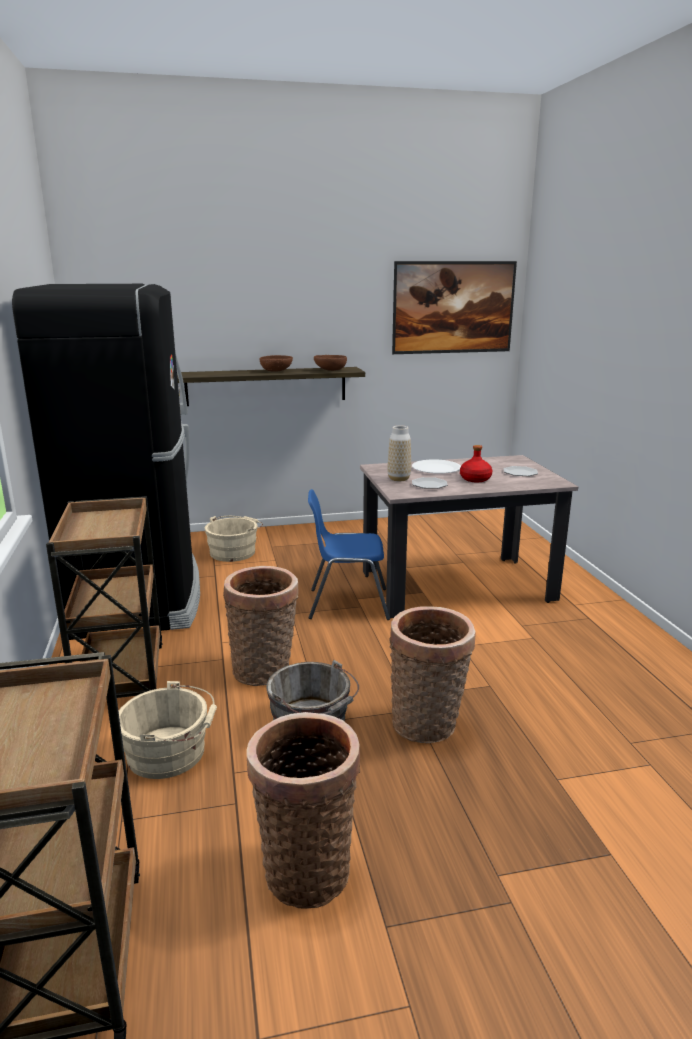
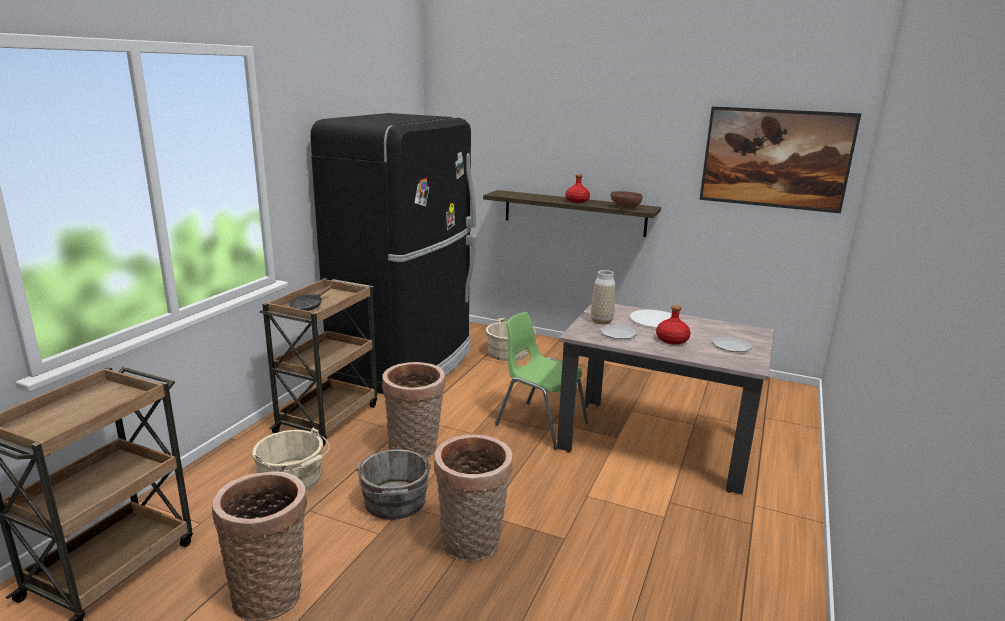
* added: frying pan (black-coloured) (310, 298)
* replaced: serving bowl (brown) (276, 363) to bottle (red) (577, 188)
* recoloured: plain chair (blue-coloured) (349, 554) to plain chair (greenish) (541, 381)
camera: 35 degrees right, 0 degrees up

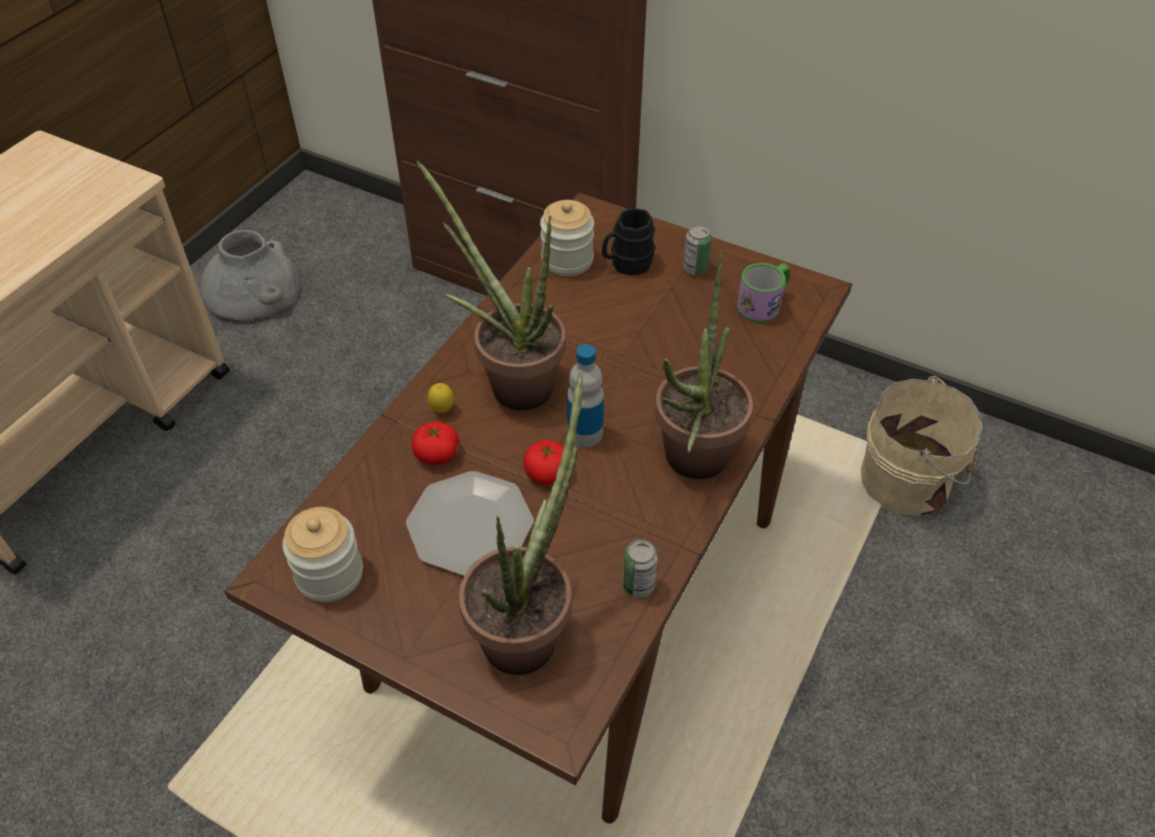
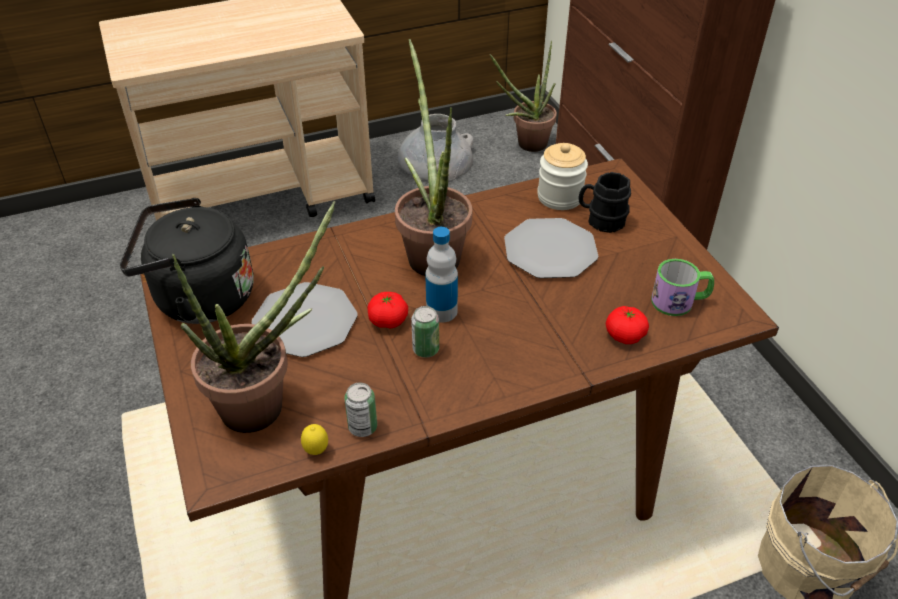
* added: flat dish (551, 248)
* moved: whole tomato (435, 443) to (627, 325)
* moved: whole lemon (441, 398) to (314, 439)
* moved: houseplant (704, 365) to (523, 96)
* moved: sealed can (697, 250) to (425, 332)
* replaced: jar (322, 554) to water kettle (black-coloured) (187, 261)
camera: 40 degrees right, 5 degrees down

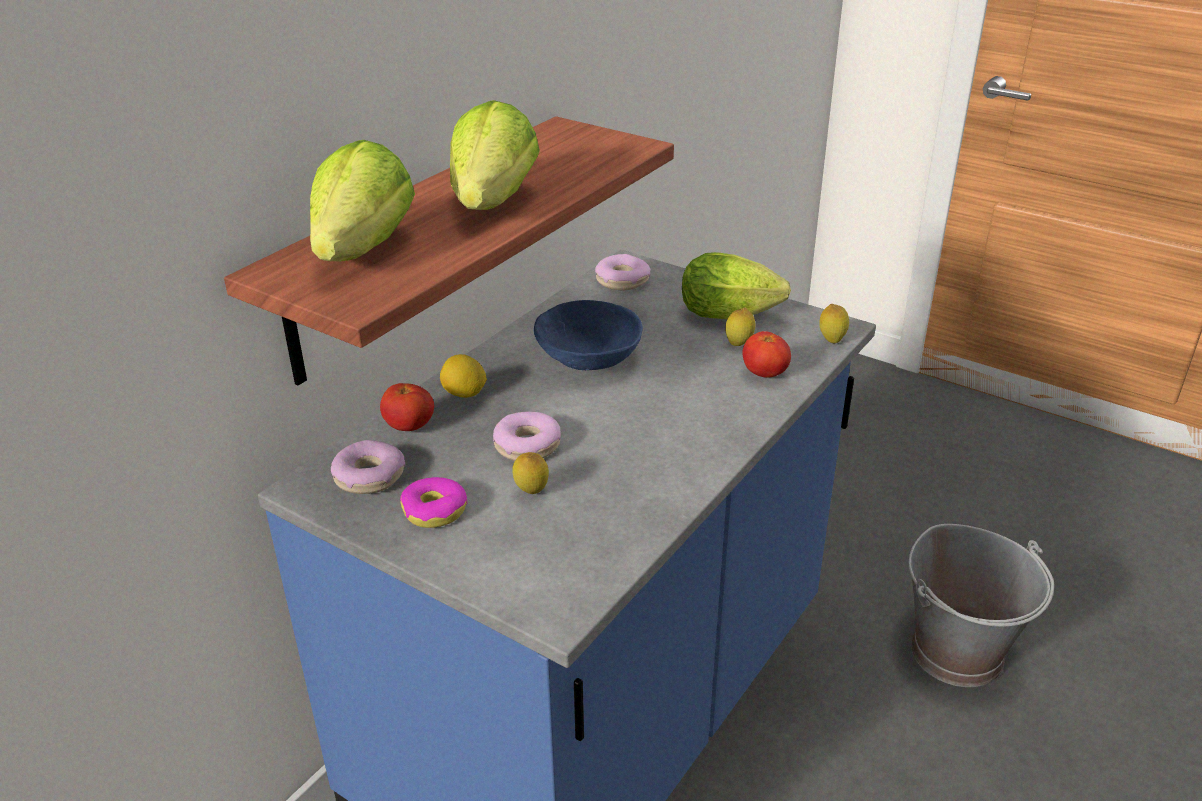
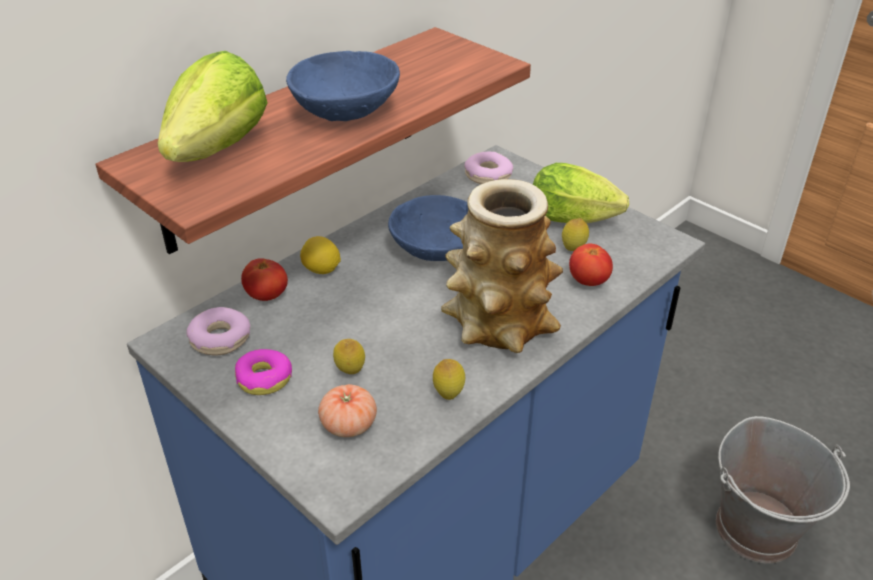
* removed: doughnut (527, 436)
* added: whole tomato (347, 410)
* added: decorative vase (502, 266)
* moved: whole lemon (834, 323) to (449, 379)
* replaced: lettuce head (495, 155) to serving bowl (blue-coloured) (343, 86)
camera: 10 degrees right, 5 degrees up

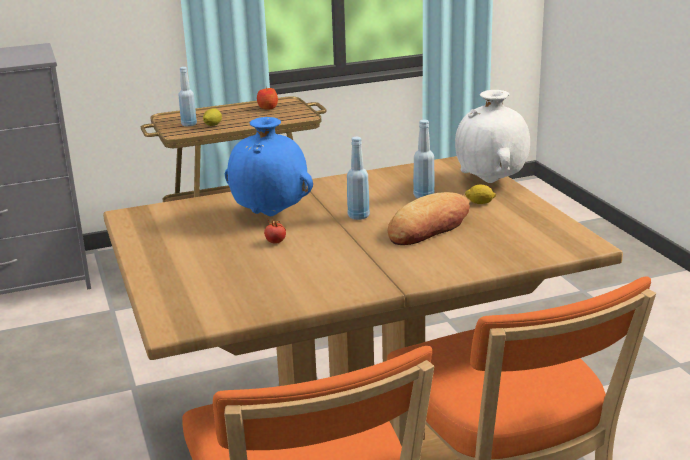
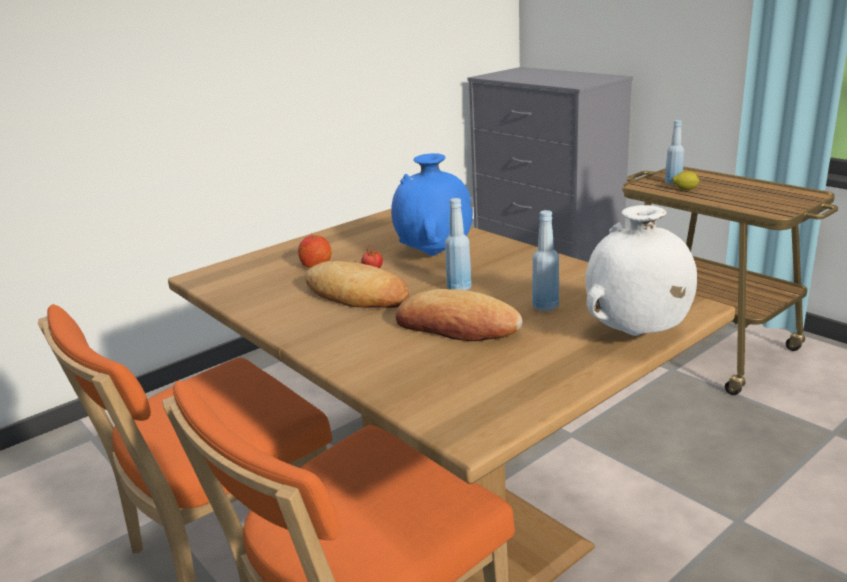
* removed: whole lemon (480, 194)
* added: bakery bread (357, 284)
* moved: apple (267, 99) to (315, 251)
camera: 70 degrees right, 0 degrees up

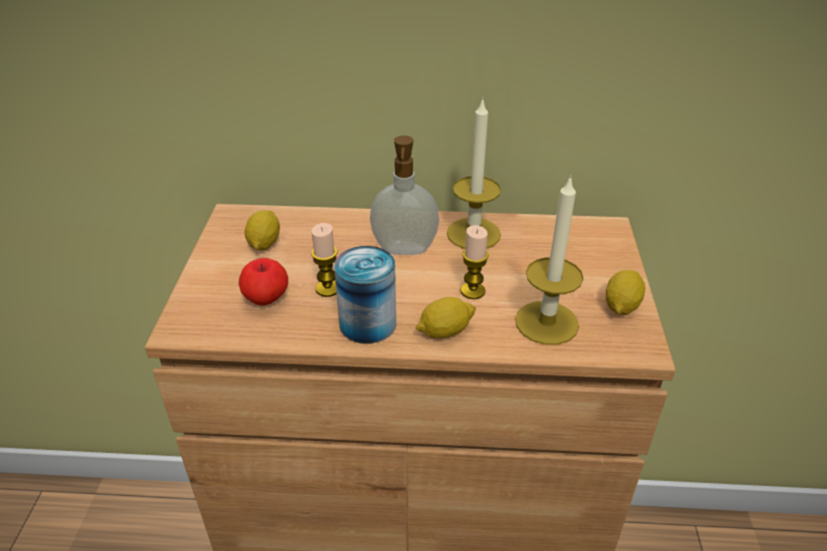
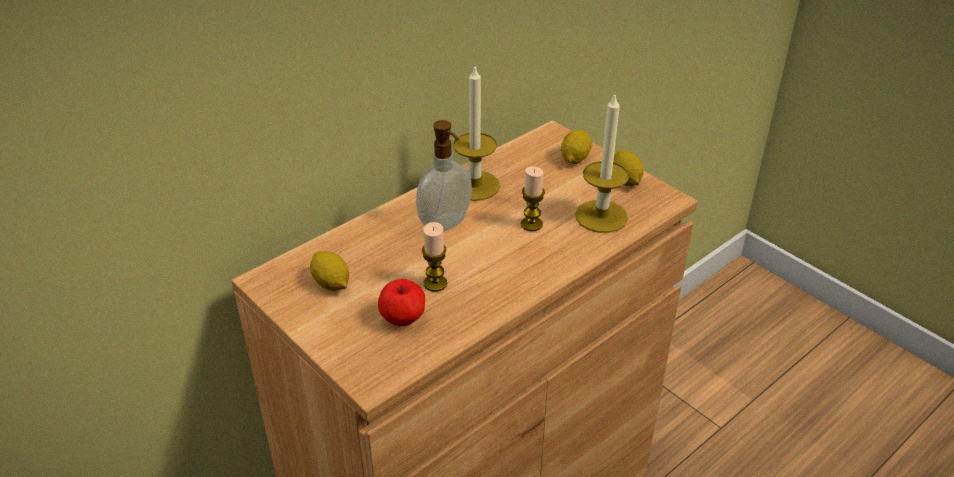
* removed: sealed can (365, 295)
* moved: whole lemon (446, 317) to (576, 147)
camera: 45 degrees left, 0 degrees up

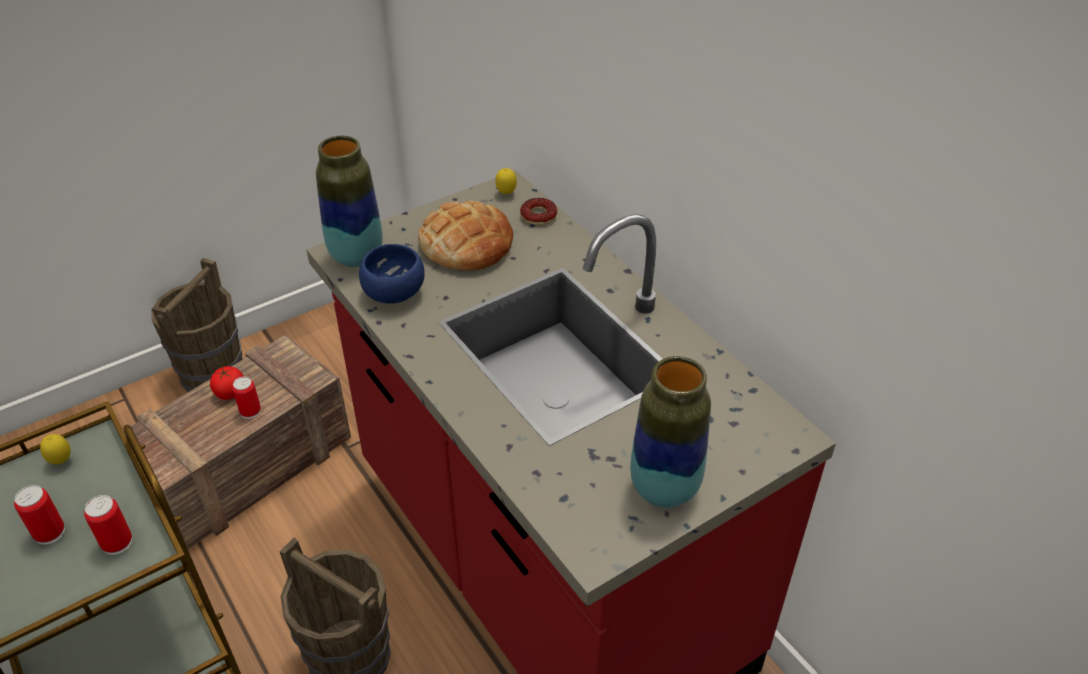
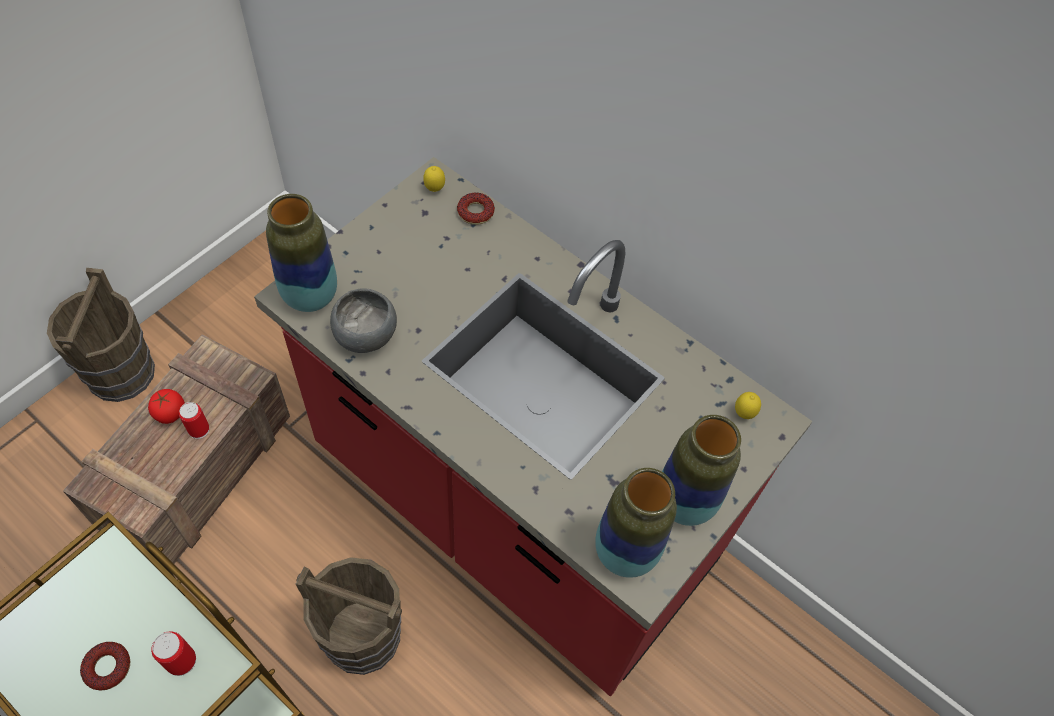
* removed: bakery bread (465, 236)
* added: decorative vase (636, 523)
* moved: whole lemon (55, 449) to (748, 405)
* replaced: sealed can (39, 515) to doughnut (105, 666)
* recoloured: serving bowl (blue-coloured) (392, 274) to serving bowl (gray) (363, 321)
camera: 20 degrees left, 15 degrees up

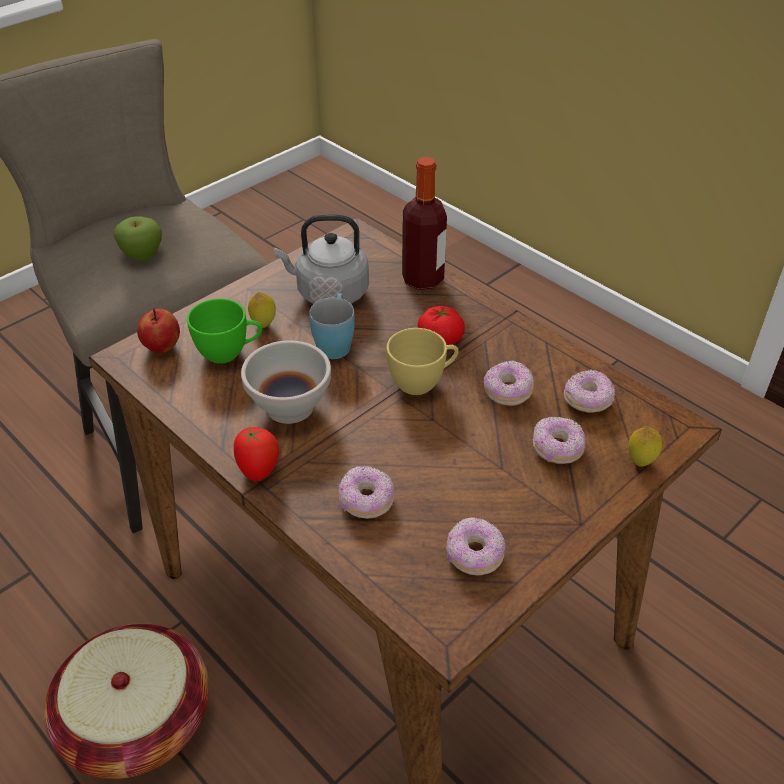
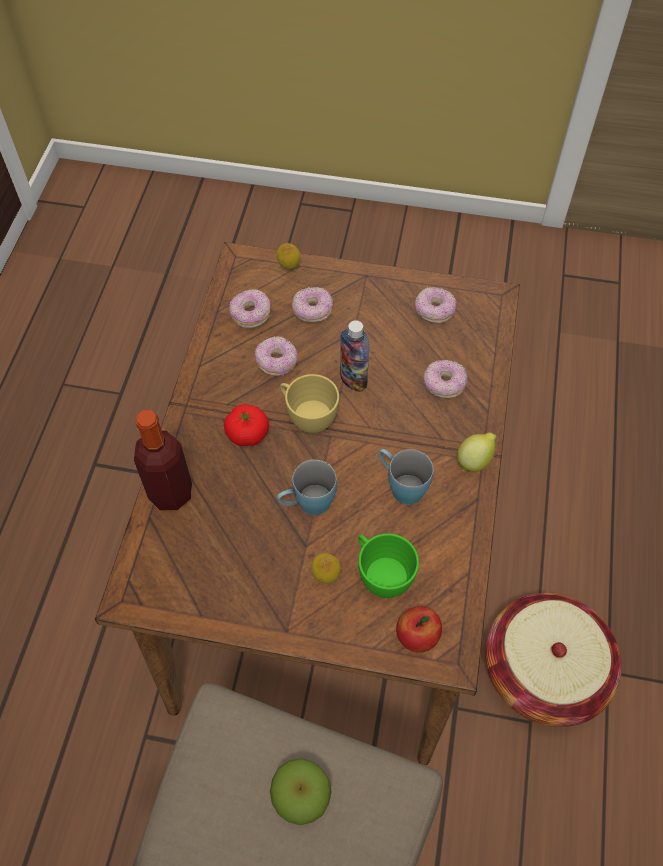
* removed: water kettle (gray) (321, 259)
* added: bottle (354, 356)
* replaced: whole tomato (256, 453) to whole lemon (477, 452)
* replaced: serving bowl (white) (286, 382) to coffee mug (blue-coloured) (406, 477)
camera: 125 degrees left, 15 degrees up

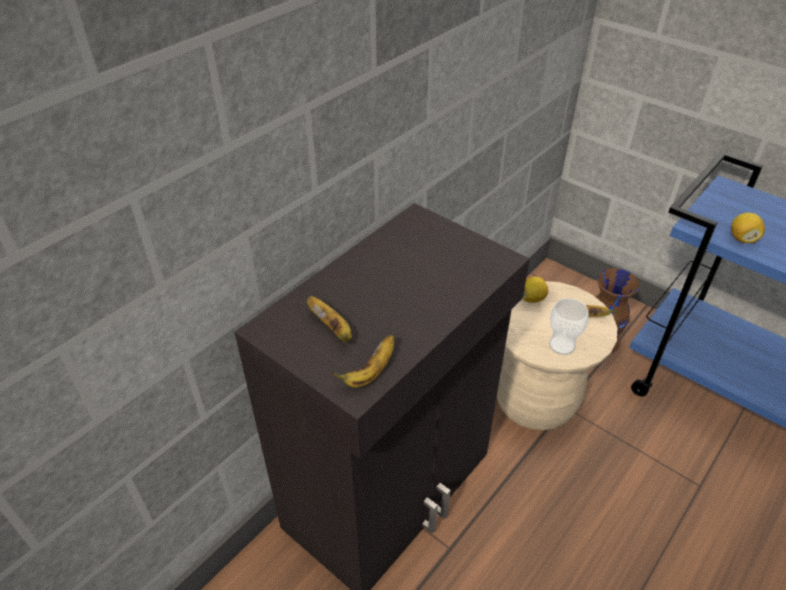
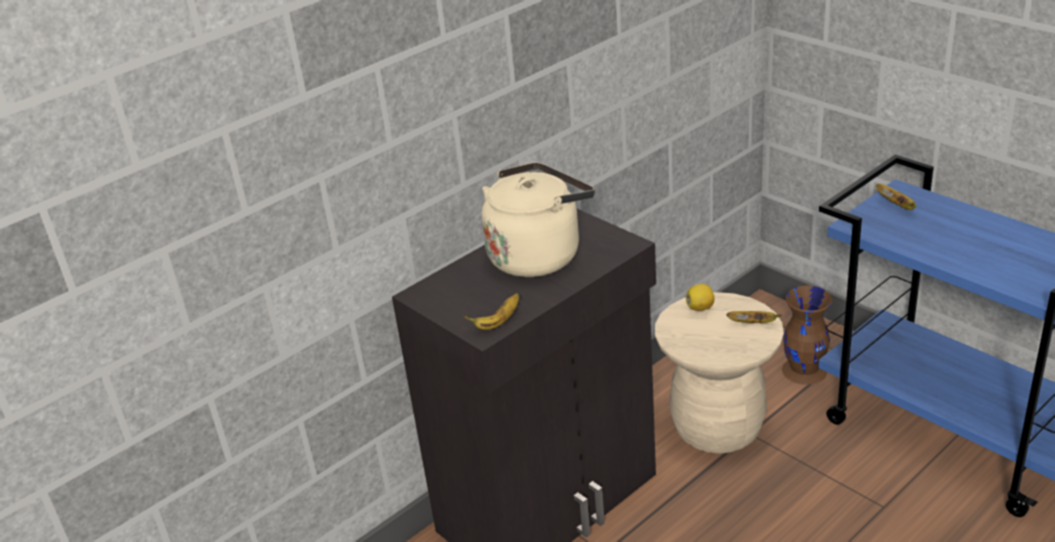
* removed: drinking cup (569, 326)
* removed: whole lemon (748, 228)
* added: water kettle (beige) (538, 219)
* moved: whole banana (329, 319) to (896, 197)
camera: 10 degrees right, 10 degrees down

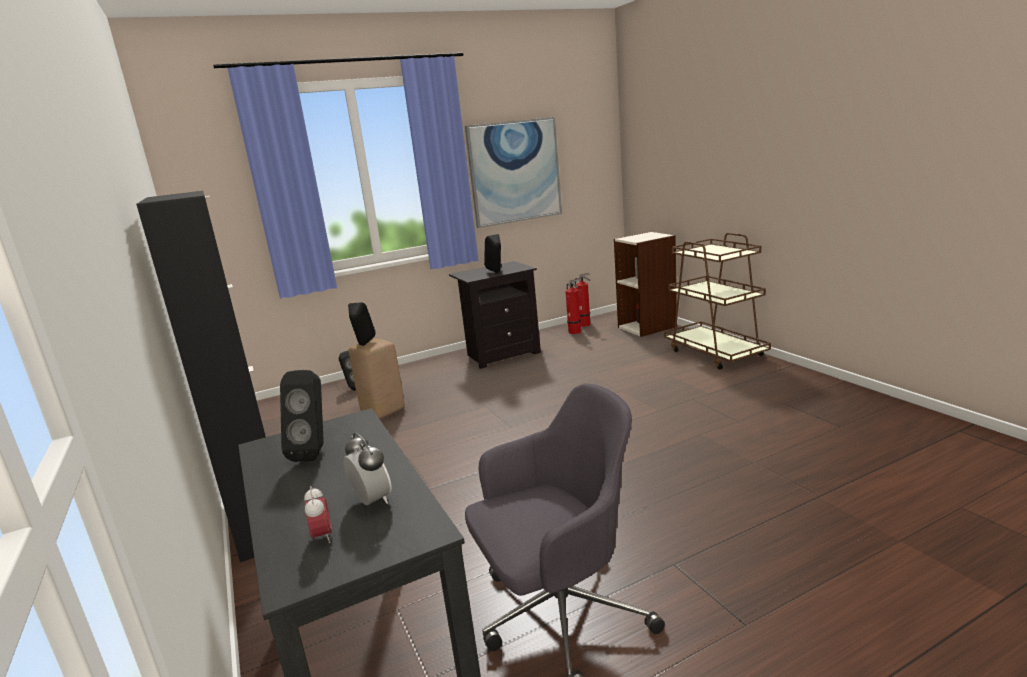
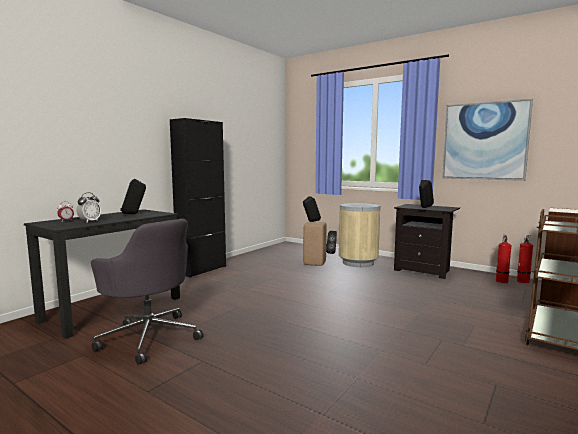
* added: rubbish bin (beige) (359, 235)
camera: 60 degrees right, 10 degrees down

